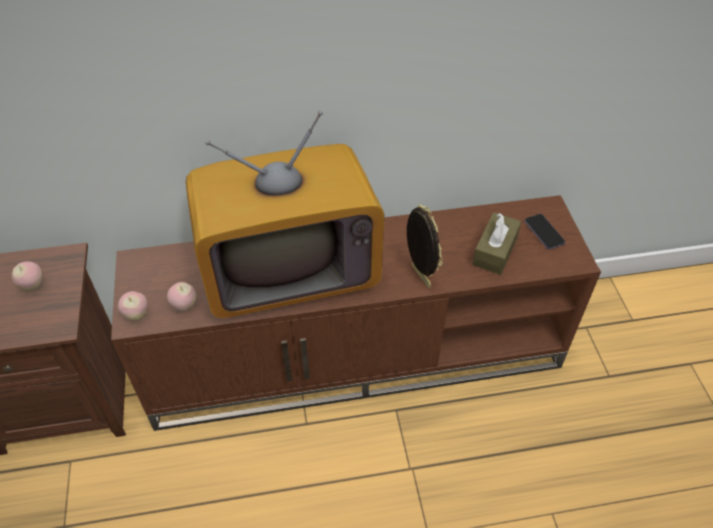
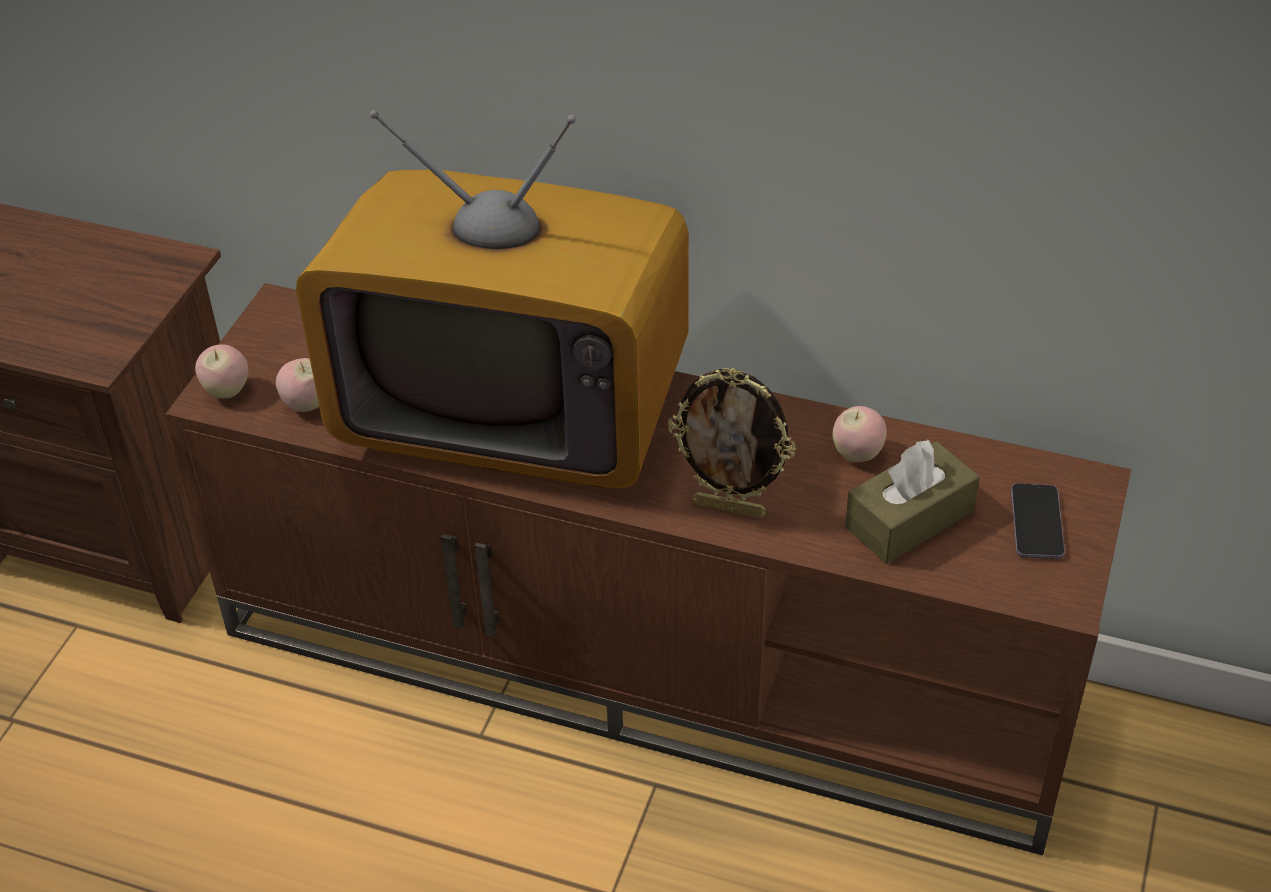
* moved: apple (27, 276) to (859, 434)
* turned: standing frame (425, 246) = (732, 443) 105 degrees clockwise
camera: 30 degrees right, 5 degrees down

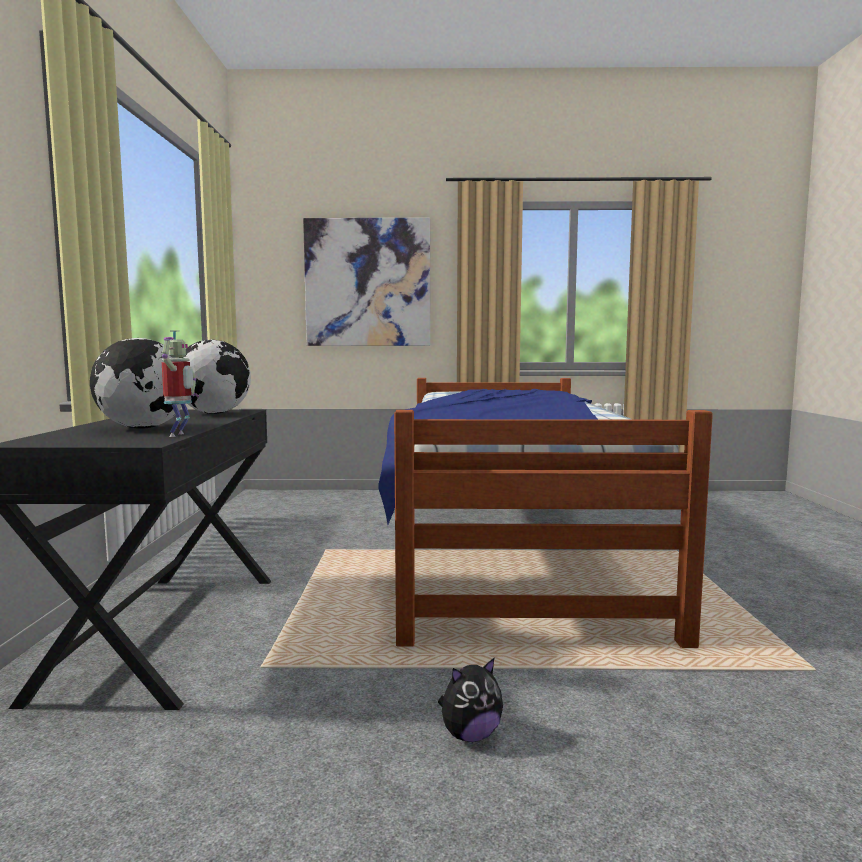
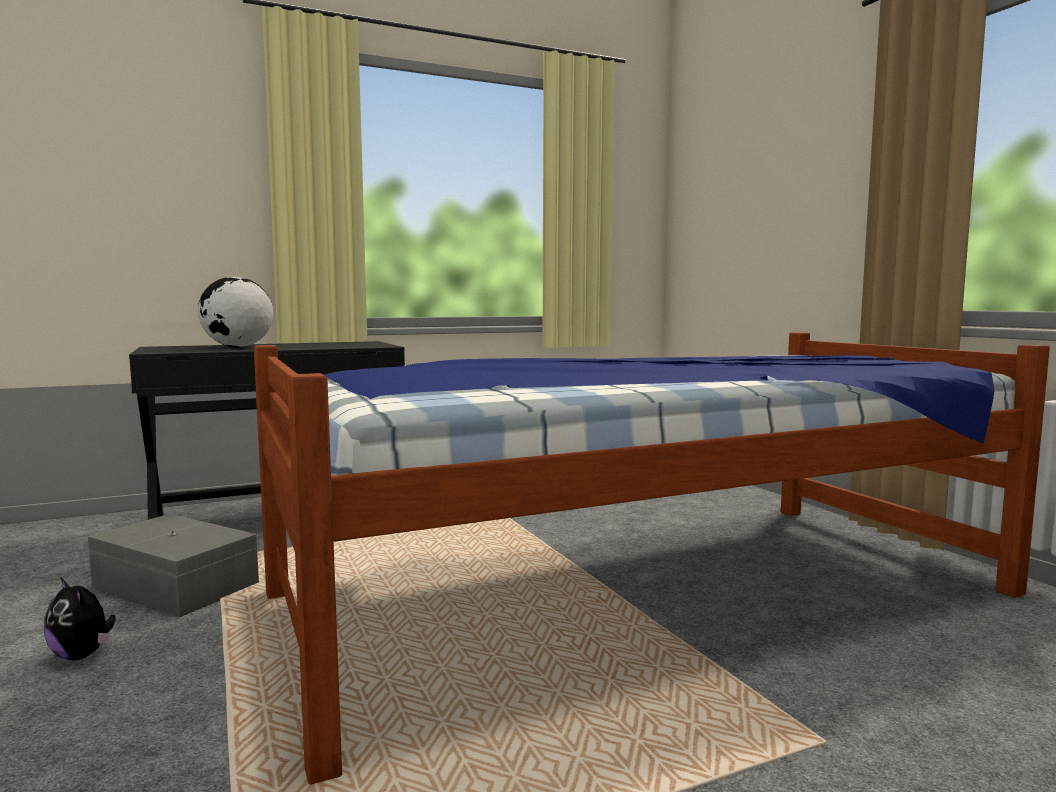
* removed: robot figure (180, 383)
* removed: world globe (214, 376)
* removed: picture (366, 282)
* added: storage box (gray) (173, 565)
camera: 65 degrees right, 0 degrees up

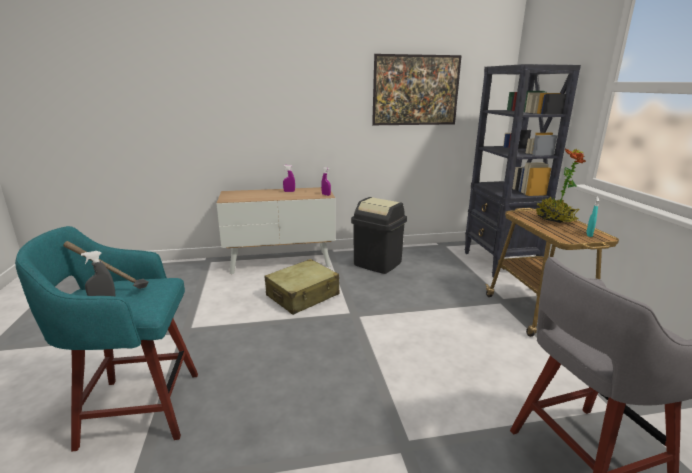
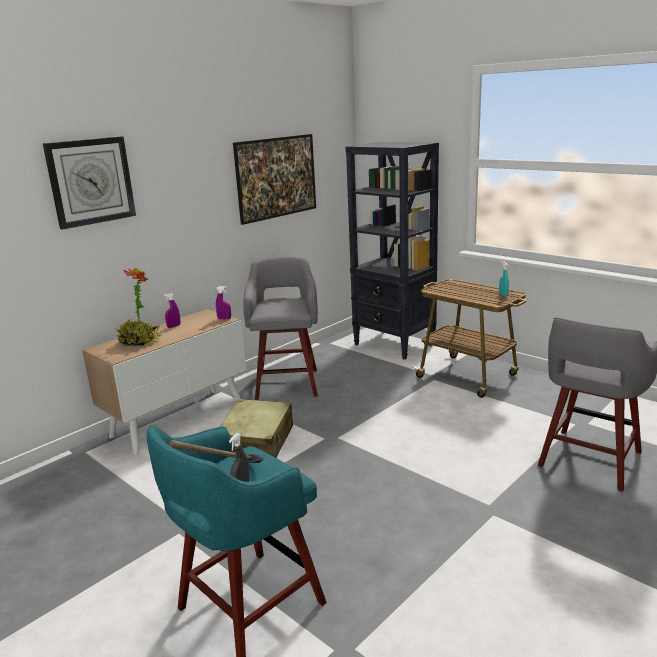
* added: wall clock (89, 183)
* moved: houseplant (561, 185) to (139, 307)
* replaced: rubbish bin (black-coloured) (379, 235) to sitting stool (gray) (280, 328)
camera: 35 degrees left, 0 degrees up

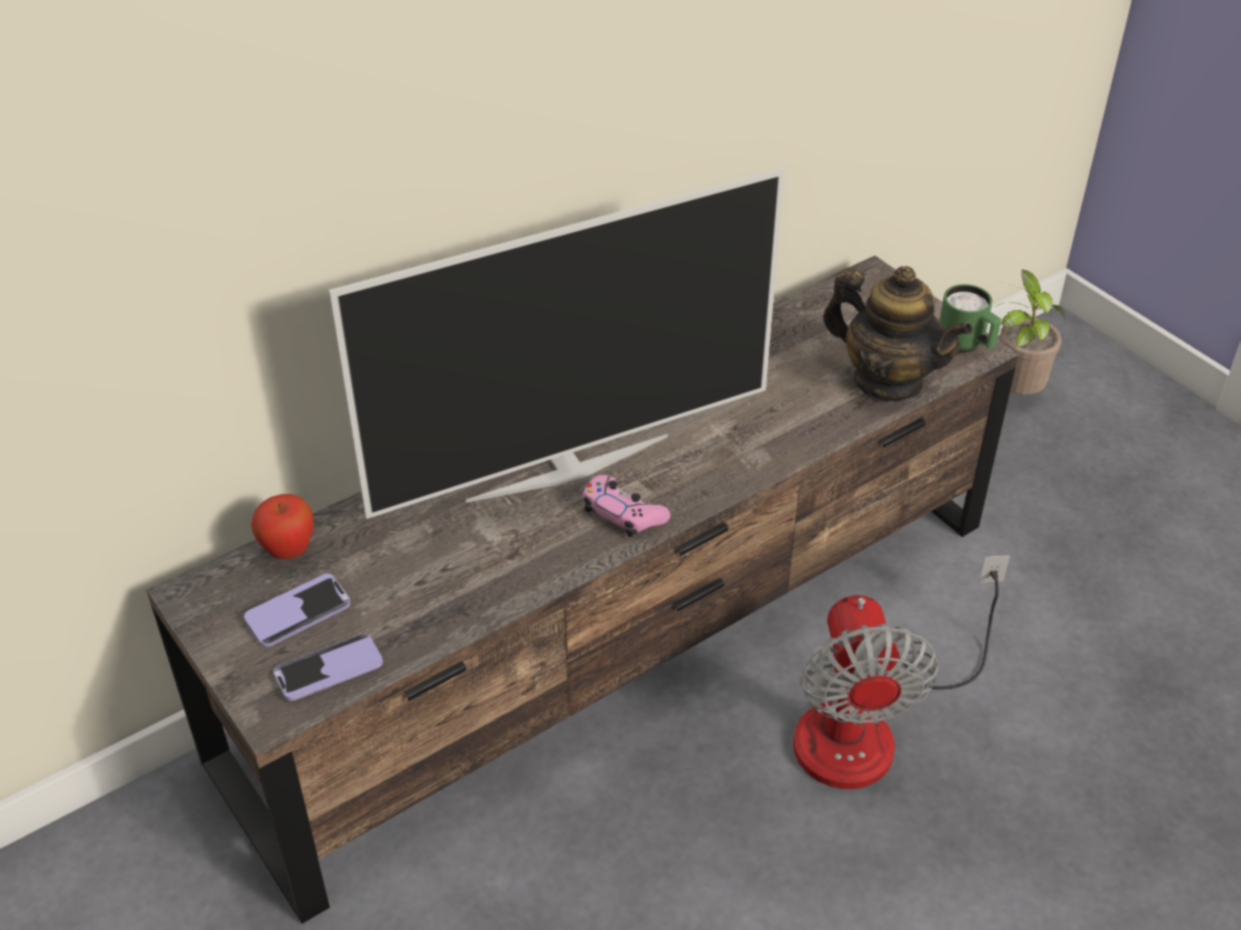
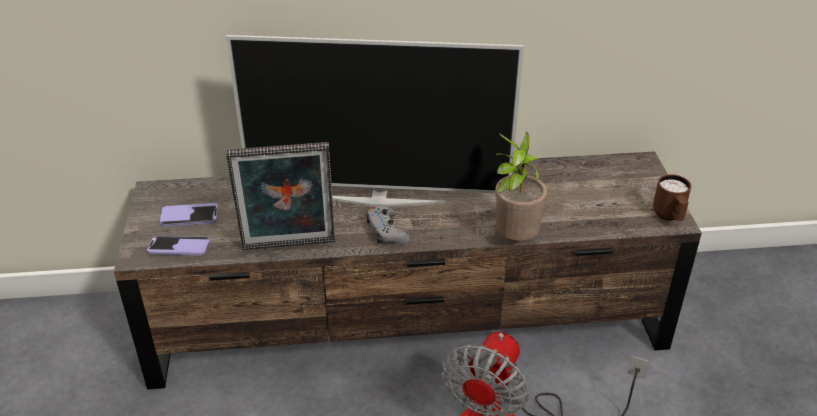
* removed: apple (282, 526)
* removed: tea pot (898, 333)
* added: standing frame (280, 196)
* moved: houseplant (1031, 332) to (520, 186)
* recoloured: game controller (pink) (626, 506) to game controller (gray) (388, 224)
* recoloured: coffee mug (greenish) (970, 318) to coffee mug (brown) (672, 197)
camera: 30 degrees right, 5 degrees down

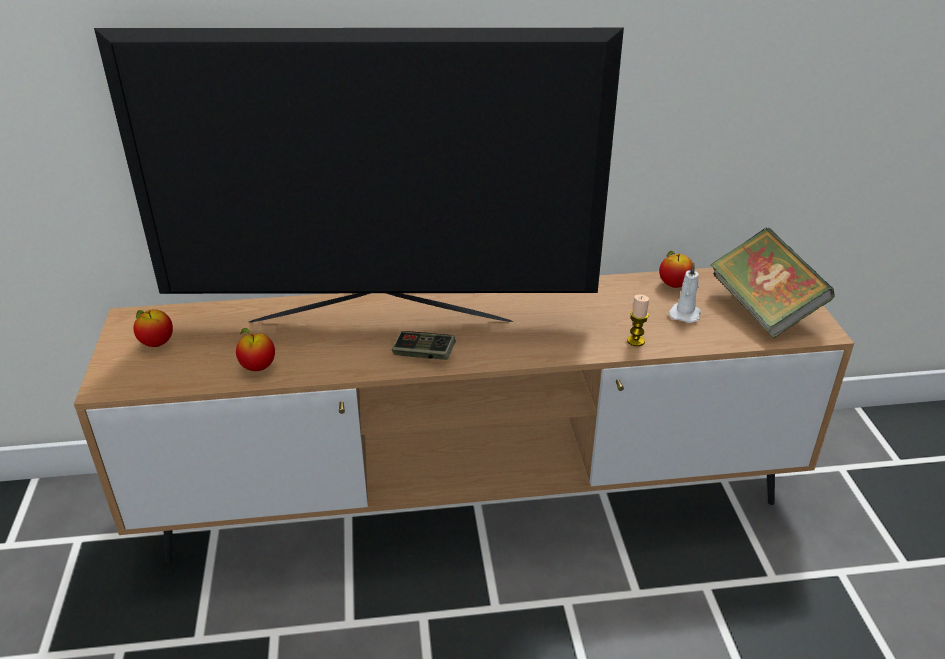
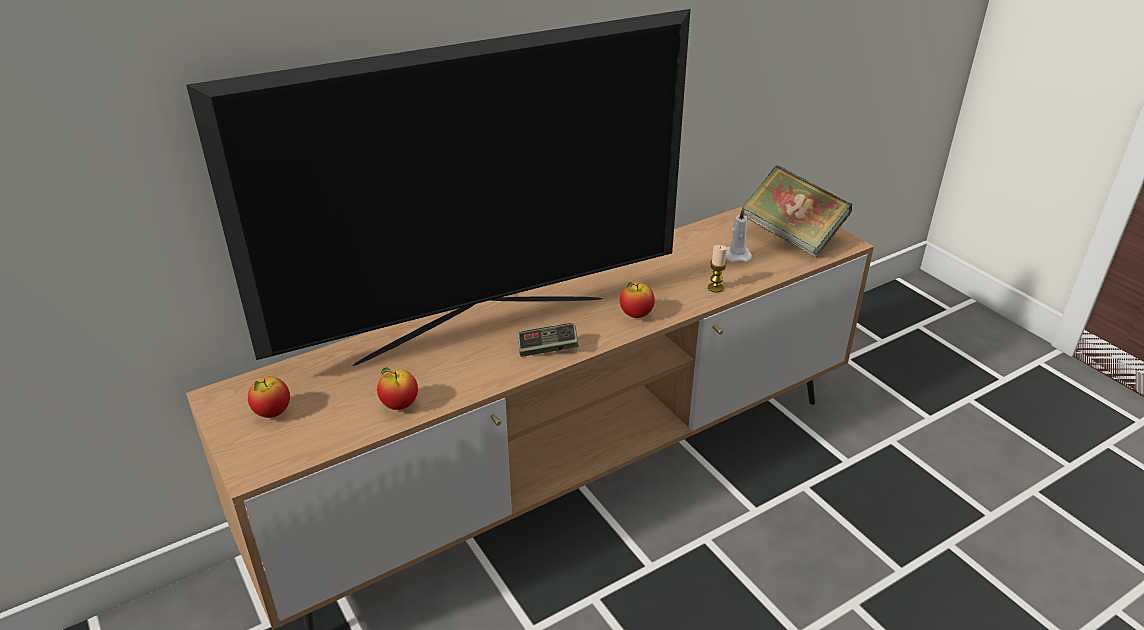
* moved: apple (676, 269) to (637, 300)
camera: 25 degrees left, 0 degrees up

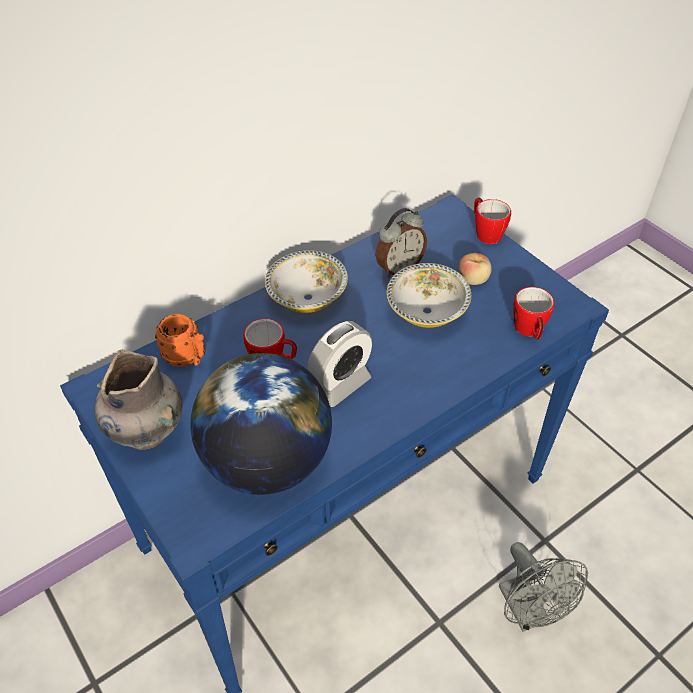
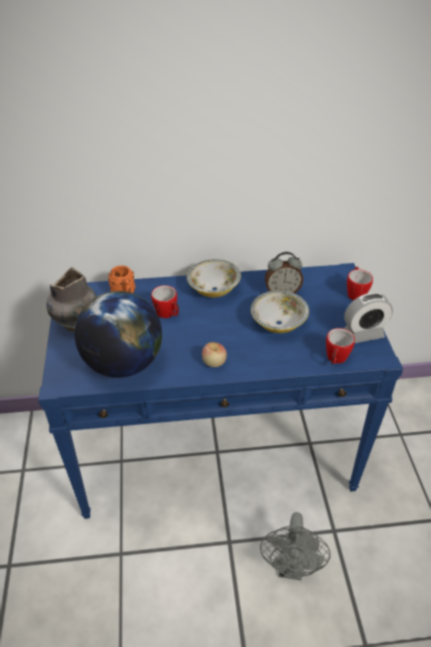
* moved: bedside clock (339, 364) to (368, 317)
* moved: apple (475, 269) to (214, 354)
camera: 30 degrees right, 5 degrees down

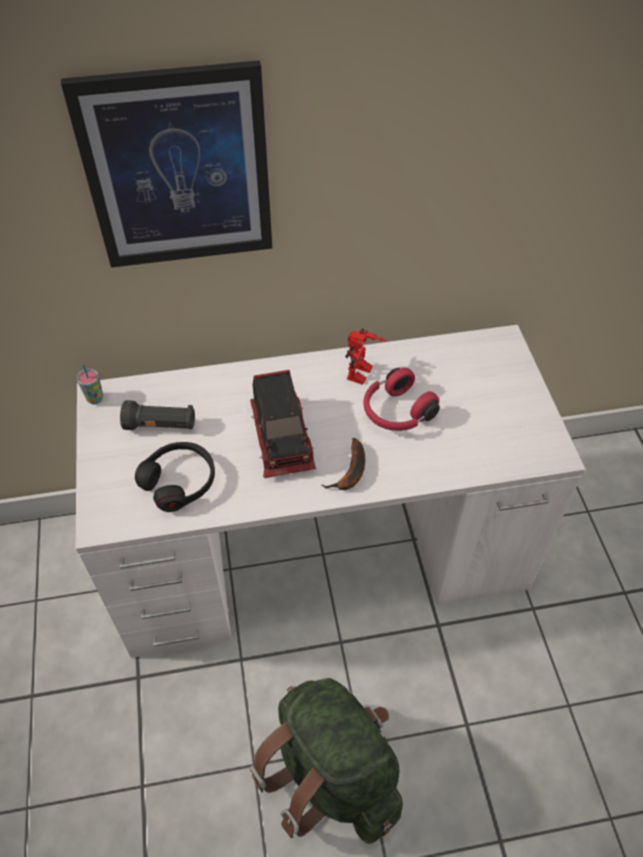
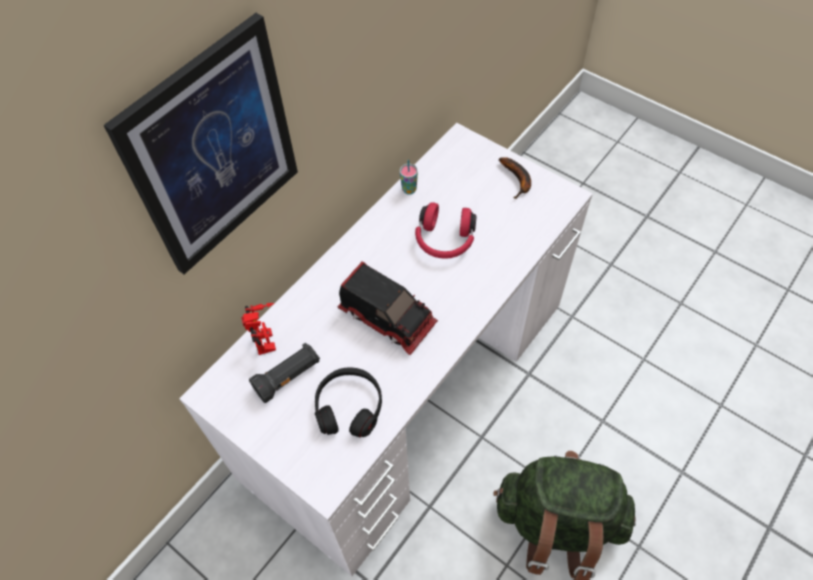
* moved: drinking cup (90, 384) to (409, 177)
* moved: whole banana (343, 464) to (515, 177)
* moved: robot figure (365, 357) to (258, 329)
camera: 40 degrees left, 5 degrees up

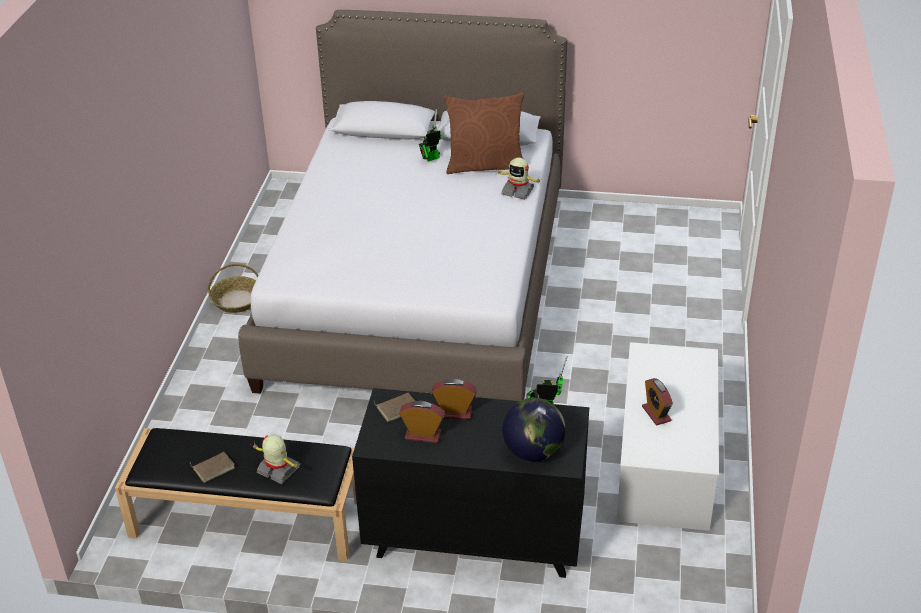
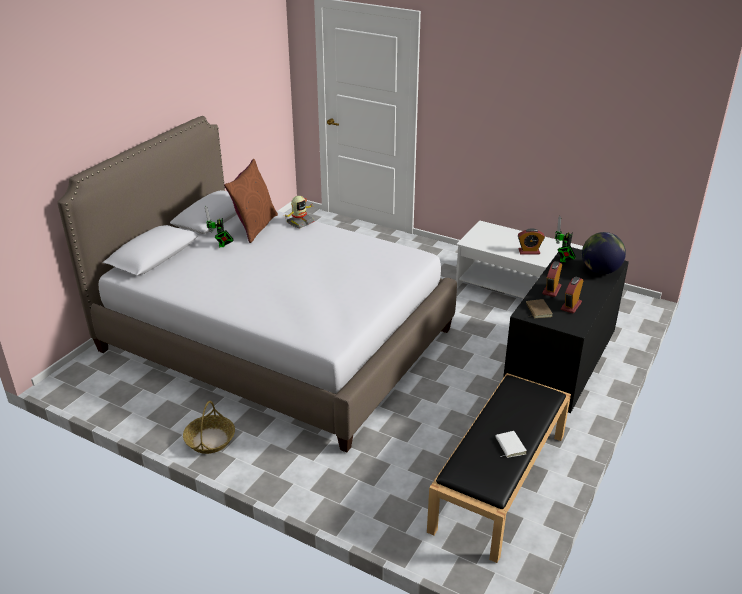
* removed: robot figure (277, 459)
* recoloured: book (brown) (212, 467) to book (white) (511, 444)
camera: 70 degrees left, 5 degrees down

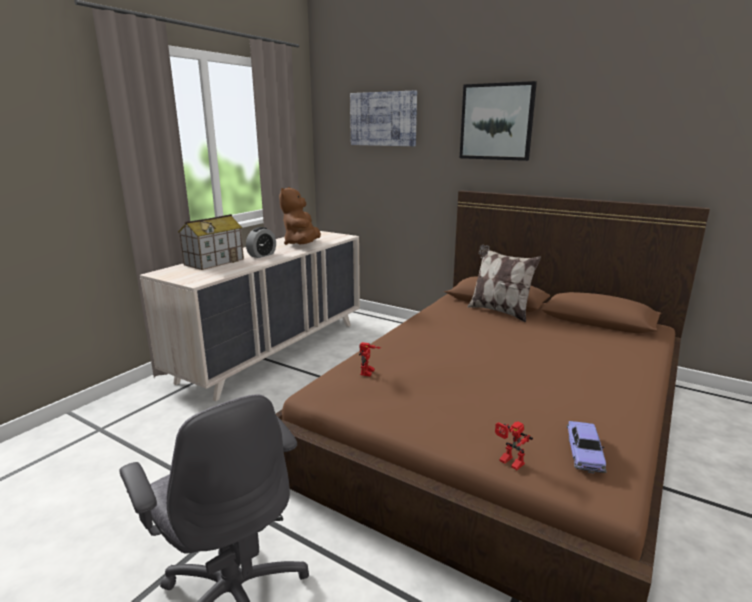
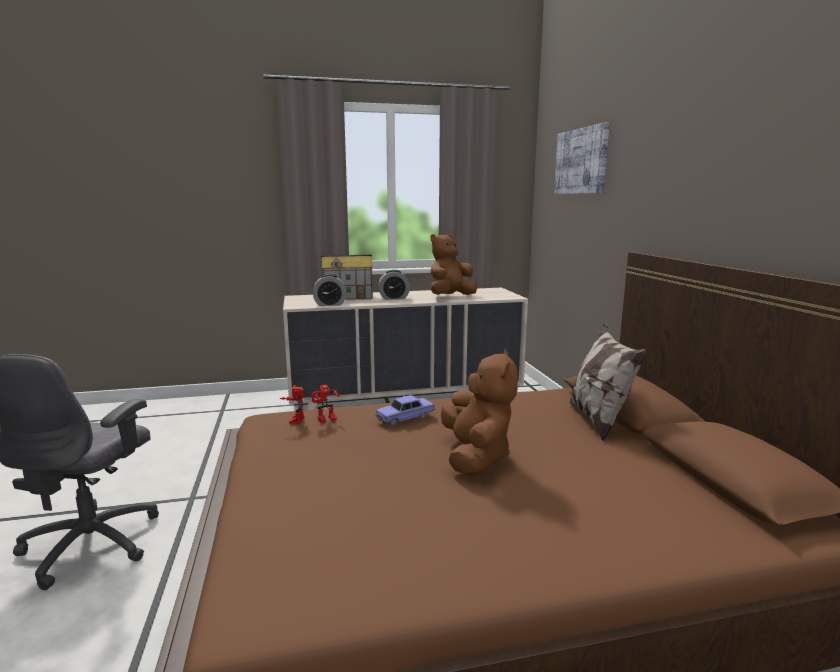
* removed: picture (498, 121)
* added: bedside clock (329, 290)
* added: soft toy (brown) (479, 413)
* moved: robot figure (514, 445) to (292, 404)
* moved: miniature car (586, 447) to (405, 410)
camera: 45 degrees right, 5 degrees down

